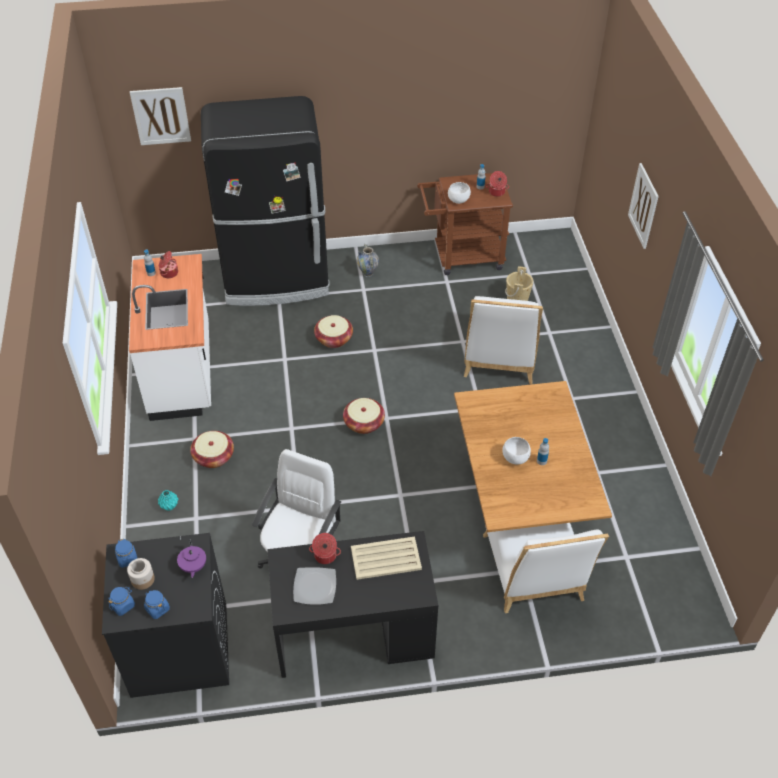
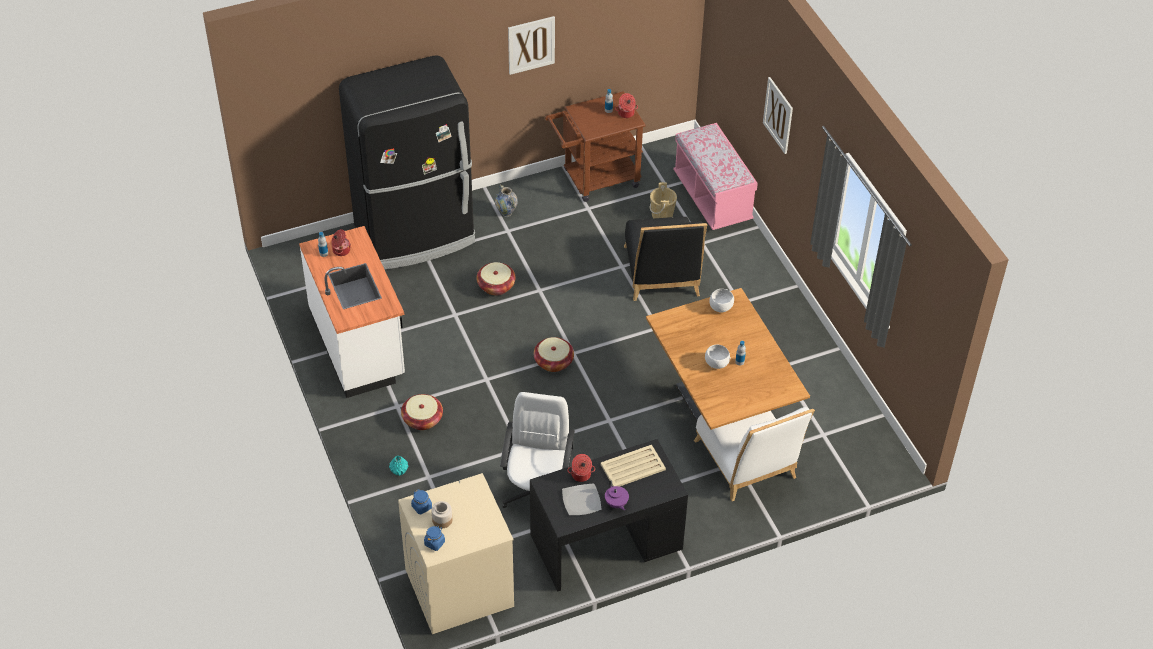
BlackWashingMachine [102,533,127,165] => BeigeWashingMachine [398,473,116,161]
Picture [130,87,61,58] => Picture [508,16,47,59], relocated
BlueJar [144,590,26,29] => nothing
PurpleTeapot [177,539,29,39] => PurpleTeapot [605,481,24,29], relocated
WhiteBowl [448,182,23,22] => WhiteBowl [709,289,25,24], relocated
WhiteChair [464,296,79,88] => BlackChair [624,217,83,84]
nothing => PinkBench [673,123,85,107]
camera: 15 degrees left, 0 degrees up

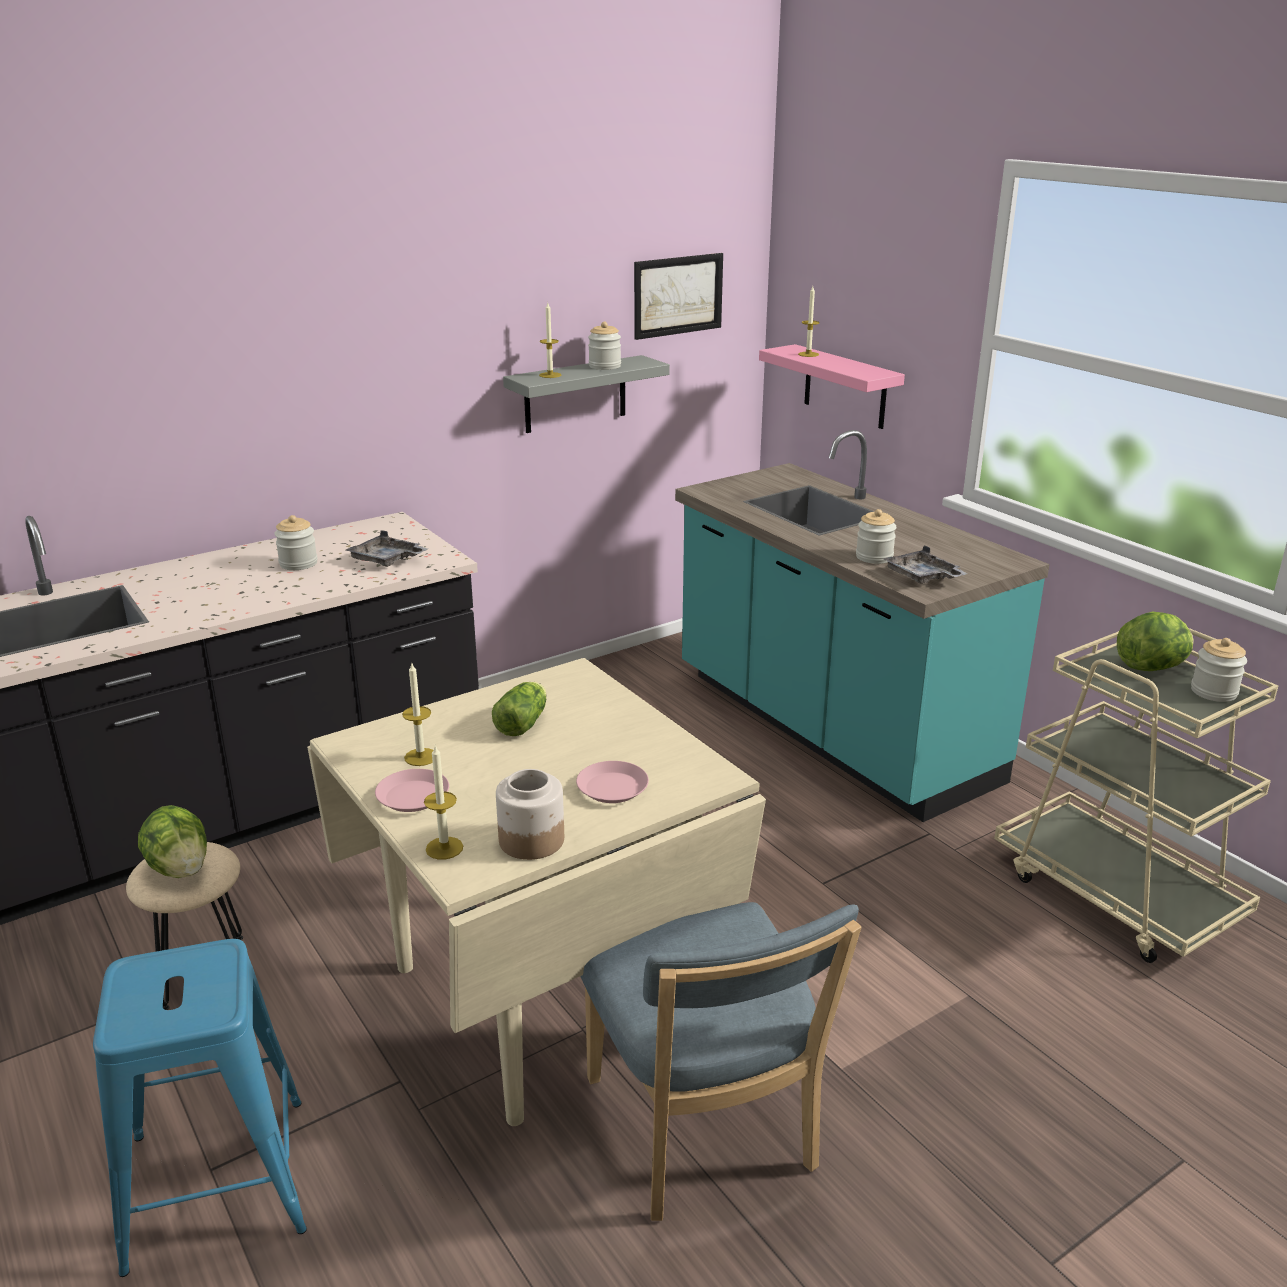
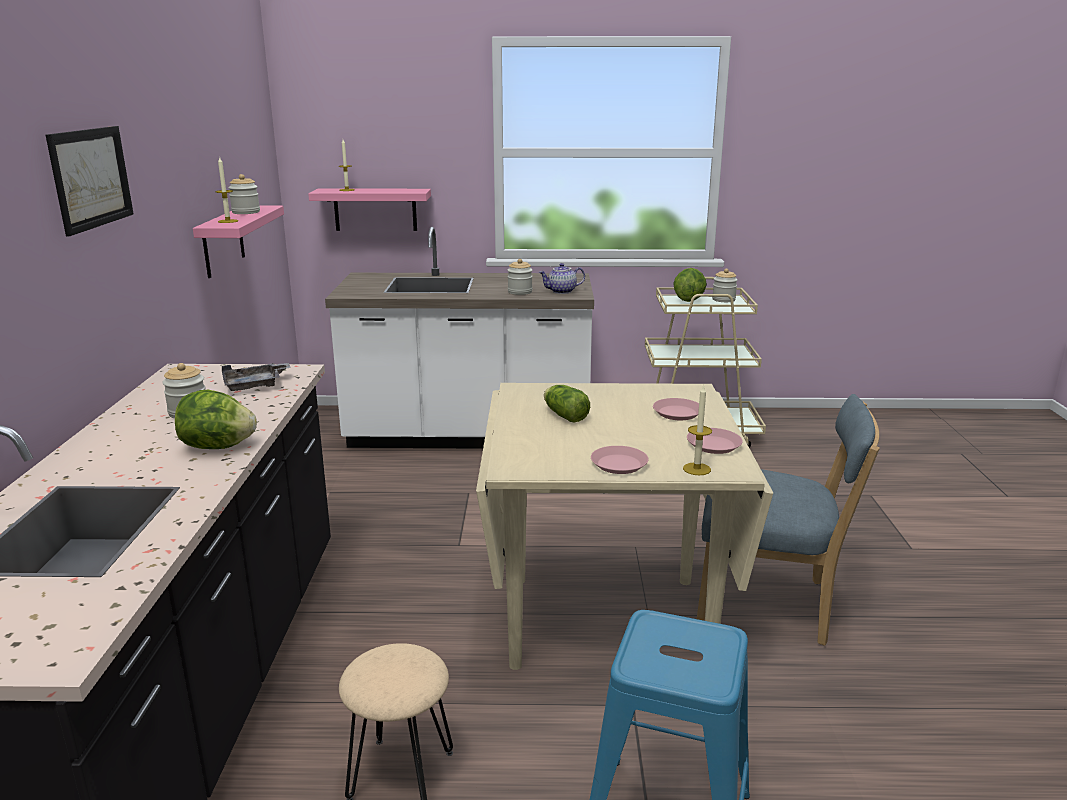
Lettuce [138,805,69,73] => Lettuce [175,390,82,59], relocated
Candle [402,663,32,103] => nothing
Jar [496,769,68,91] => PinkPlate [687,428,56,26]
GreyShelf [503,355,167,78] => PinkShelf [193,206,91,72]
Picture [634,253,89,87] => Picture [46,126,87,110], relocated
TurquoiseCounter [675,430,375,392] => WhiteCounter [325,227,269,222]
GreyTray [883,545,85,39] => Teapot [539,263,46,31]
camera: 55 degrees left, 5 degrees down

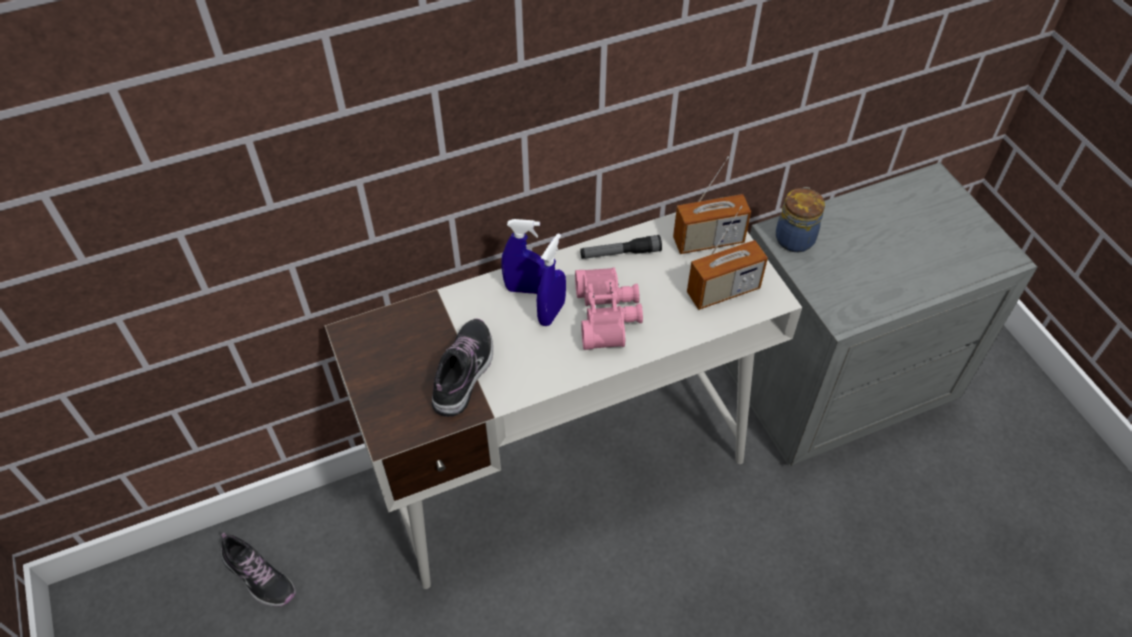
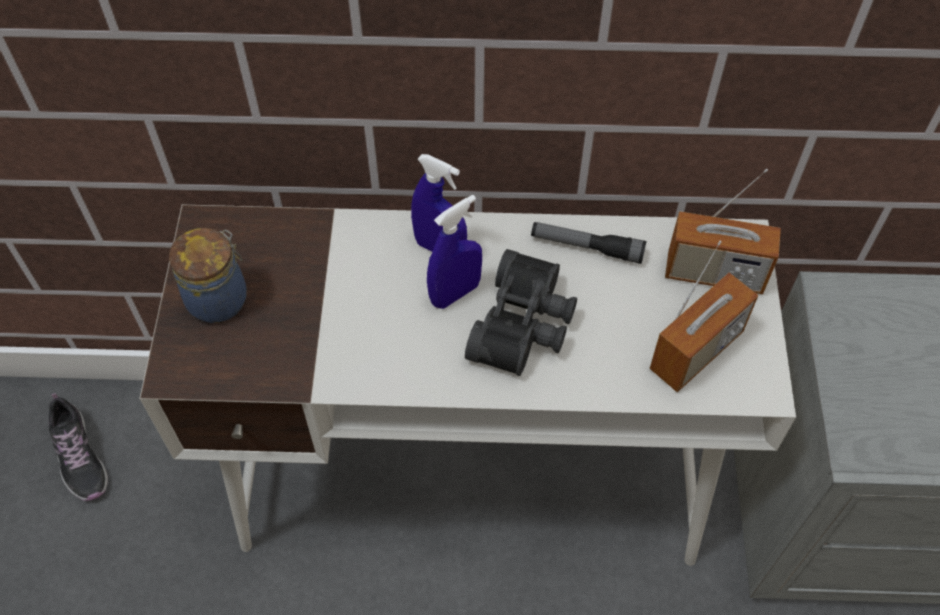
Shoe [432,319,61,98] => nothing
PinkBinoculars [575,267,68,83] => BlackBinoculars [465,249,112,127]
Radio [687,206,81,104] => Radio [650,241,108,151], 45 degrees counterclockwise
Jar [776,187,49,65] => Jar [169,228,78,95], relocated
camera: 25 degrees right, 5 degrees up

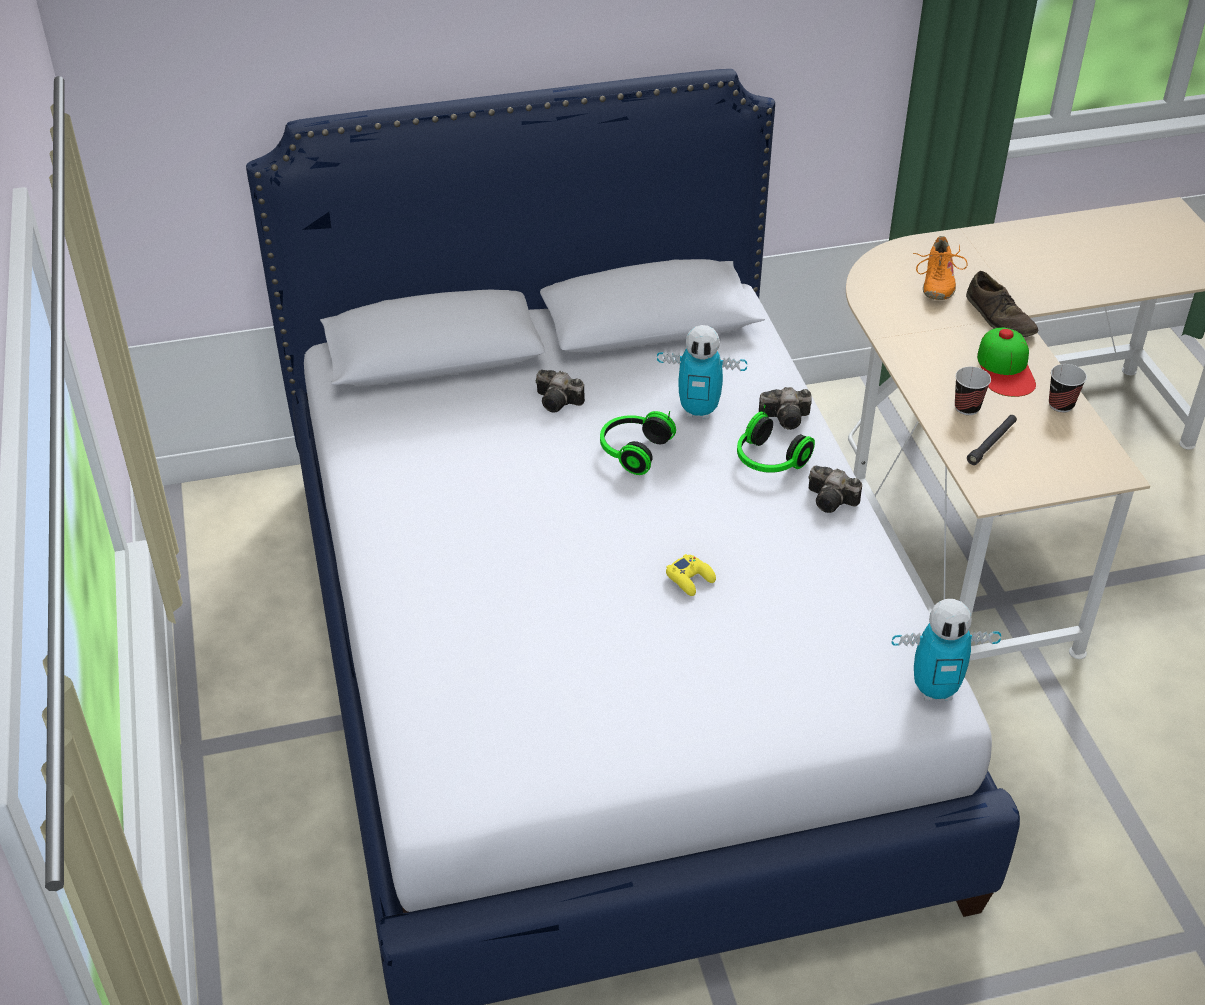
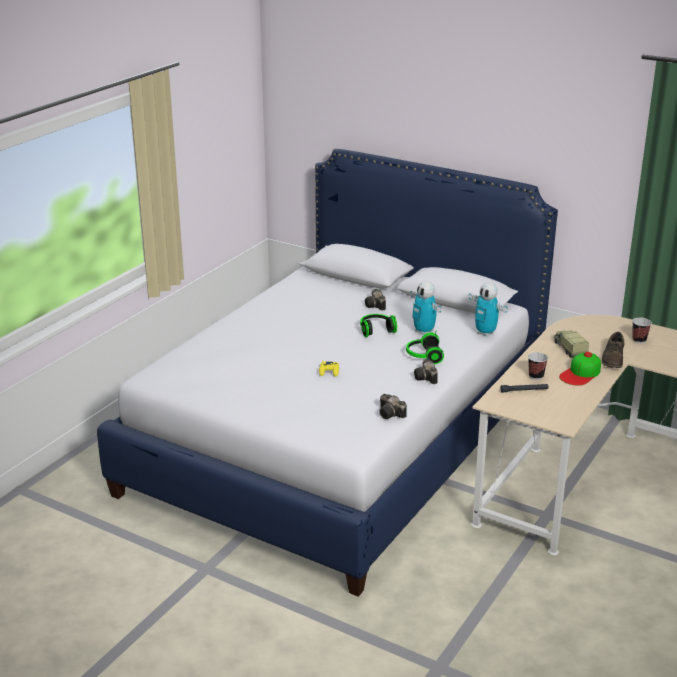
PhotoCamera [759,387,53,43] => PhotoCamera [380,394,27,25], relocated
ToyRobot [891,599,110,102] => ToyRobot [469,283,39,53], relocated
OrangeShoe [913,236,55,64] => nothing
Cup [1049,364,38,49] => Cup [632,317,20,26], relocated
nothing => ToyTruck [554,330,35,28]
camera: 45 degrees right, 15 degrees down

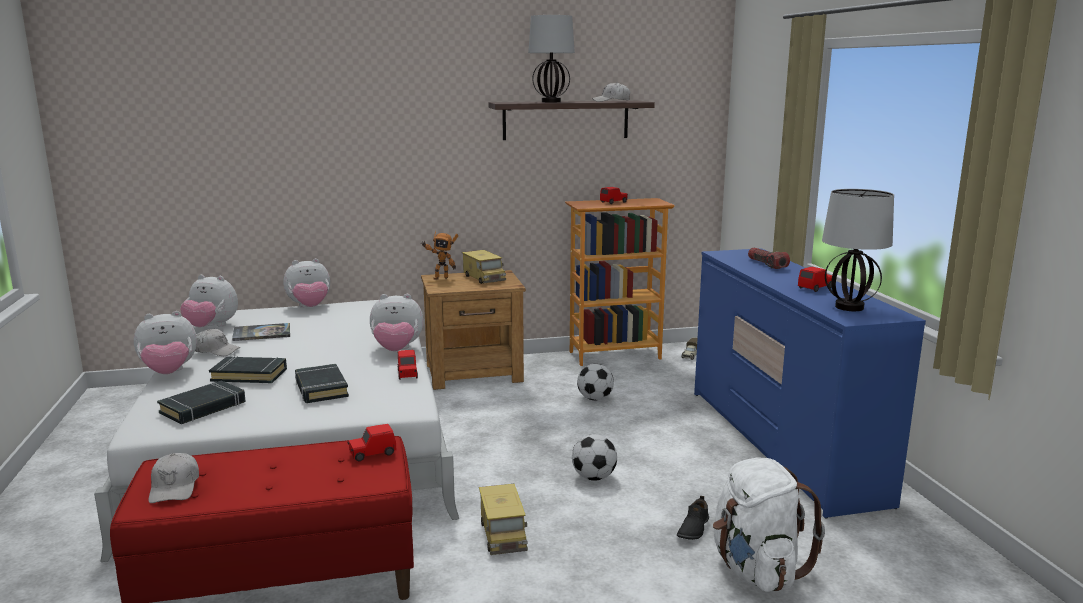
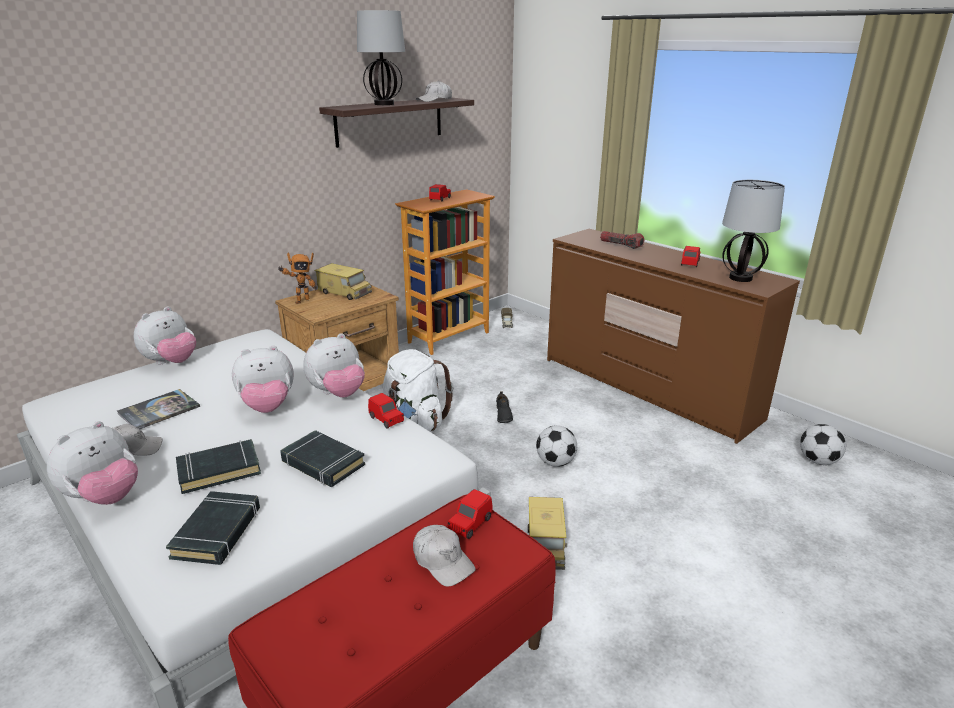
WhiteCap [148,453,51,50] => WhiteCap [413,525,62,62], relocated
PlushToy [180,275,58,52] => PlushToy [232,346,62,67], relocated
ToyTruck [479,484,49,71] => ToyTruck [528,497,39,73], 45 degrees clockwise
Football [577,364,37,37] => Football [800,424,46,41], relocated
BlackShoe [677,496,32,44] => BlackShoe [496,391,17,32], relocated
BlueDresser [694,248,232,271] => BrownDresser [547,229,253,215]
WhiteBackpack [713,458,112,134] => WhiteBackpack [383,349,70,82], relocated
camera: 30 degrees left, 10 degrees up

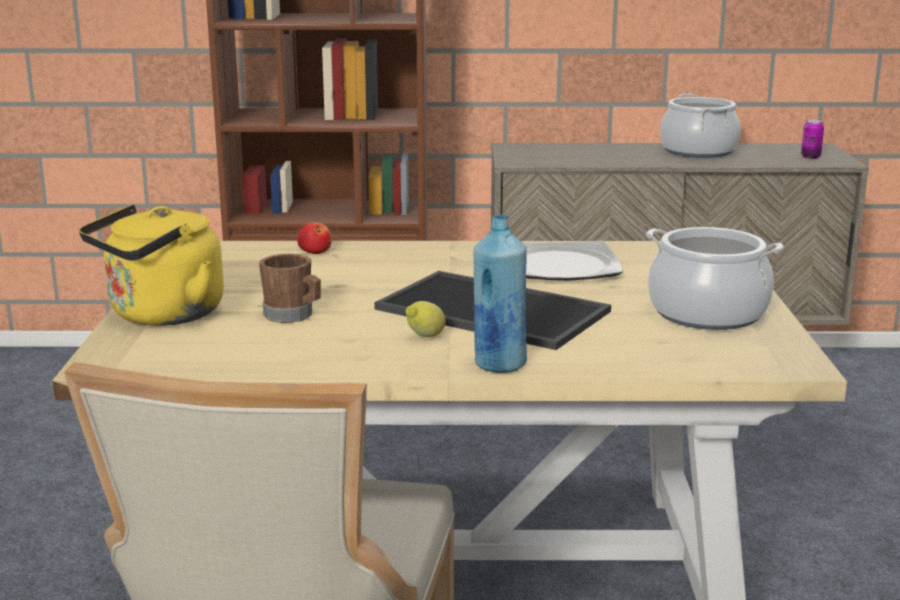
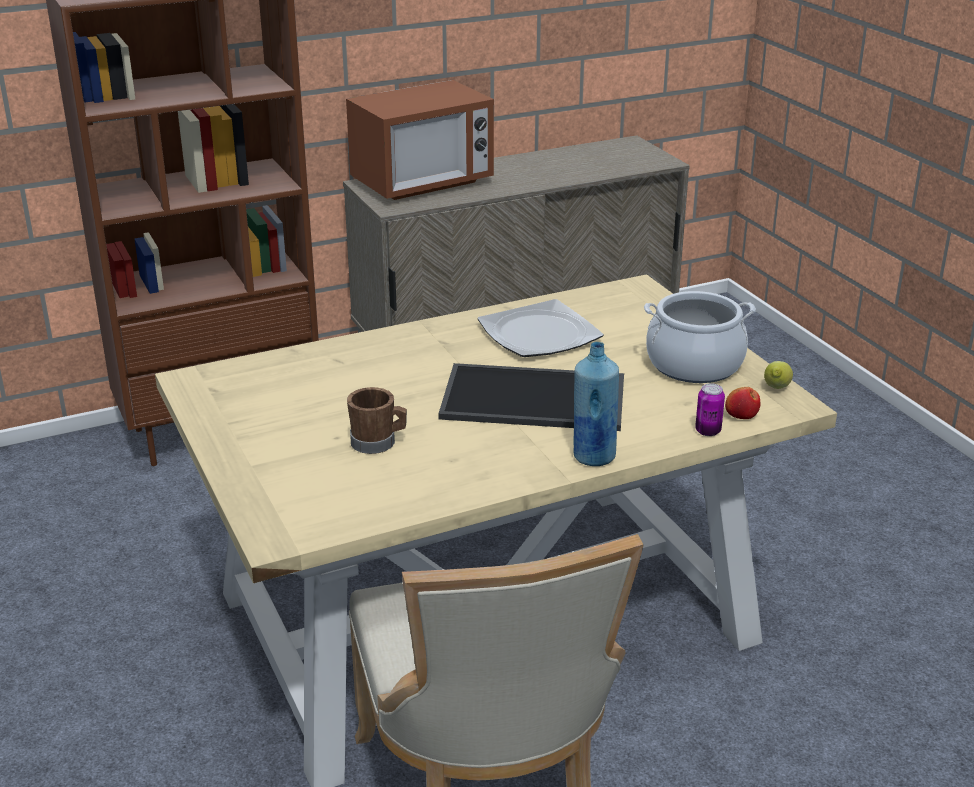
YellowKettle [79,204,145,122] => nothing
Apple [297,222,35,32] => Apple [725,387,35,32], relocated
Lemon [406,301,39,36] => Lemon [764,361,29,28], relocated
CookingPot [660,94,81,64] => nothing
Can [801,120,23,39] => Can [695,383,30,53], relocated
nothing => Microwave [346,80,148,120]
camera: 25 degrees left, 10 degrees up

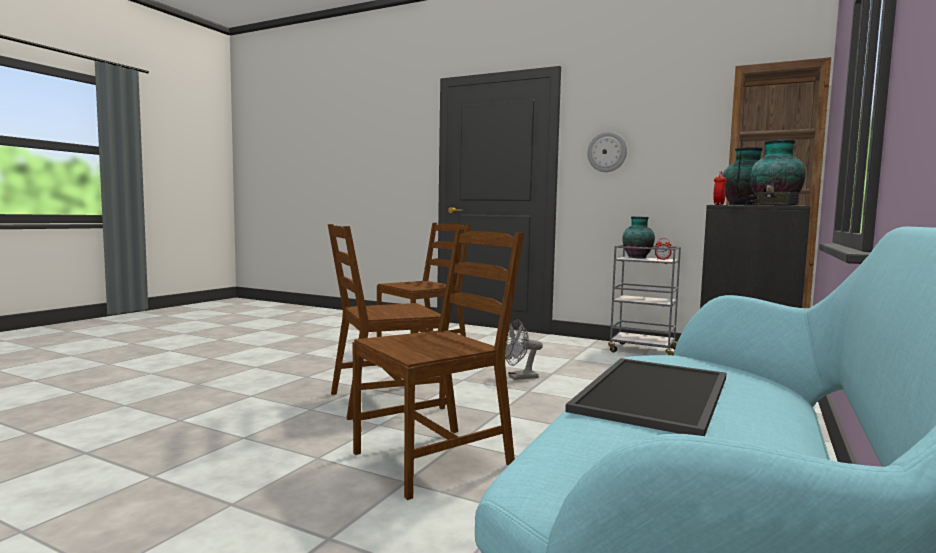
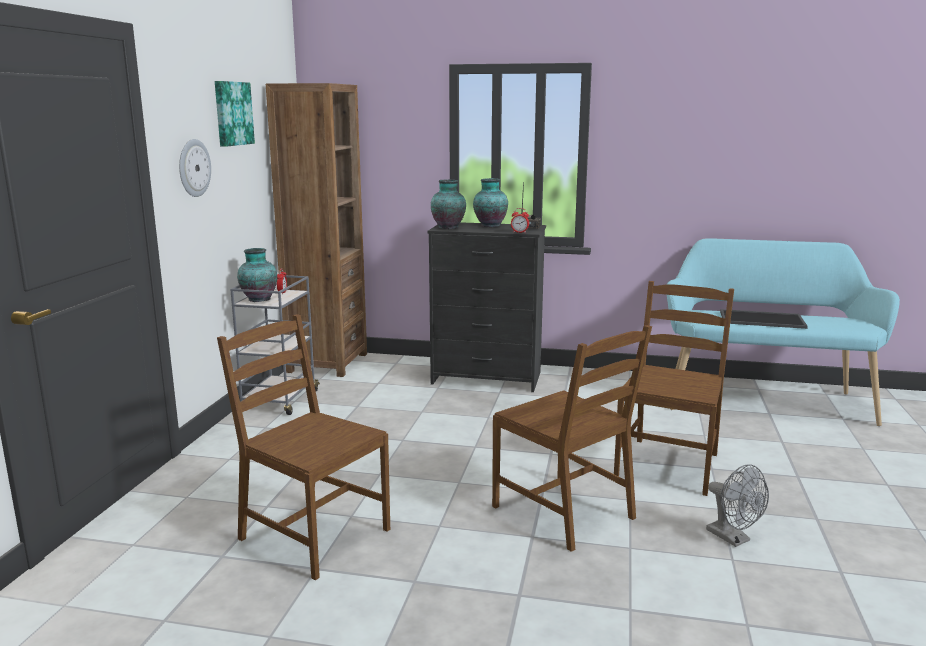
BrownChair [353,229,171,271] => BrownChair [614,281,120,215], 75 degrees clockwise
GreyFan [505,320,38,60] => GreyFan [706,464,63,83], relocated
nothing => Picture [215,81,40,66]
camera: 105 degrees left, 10 degrees up

